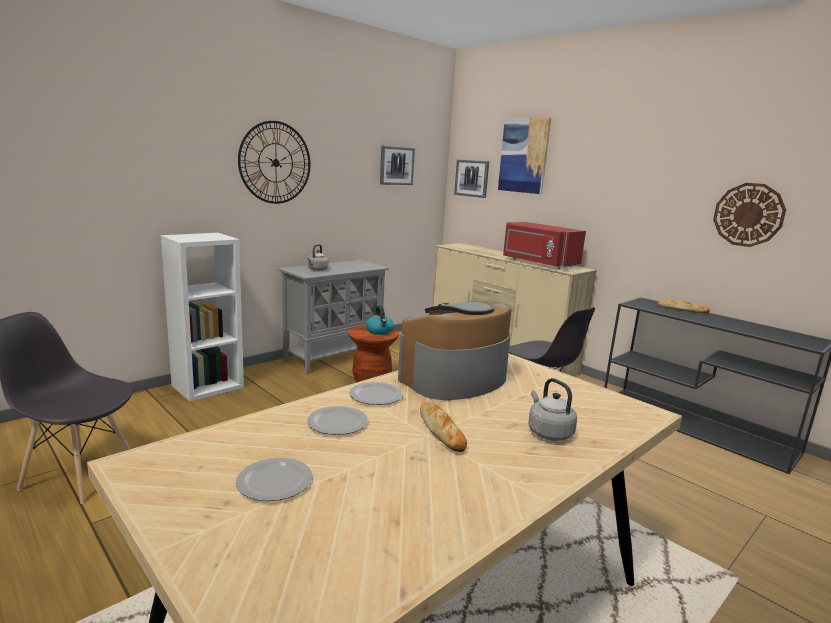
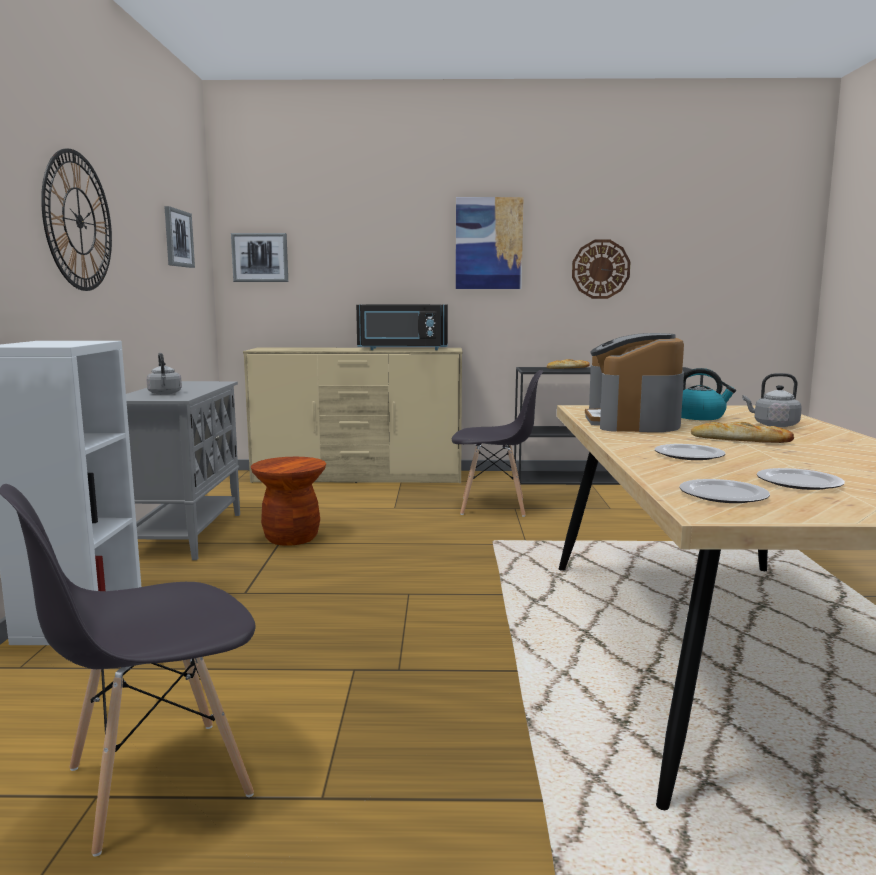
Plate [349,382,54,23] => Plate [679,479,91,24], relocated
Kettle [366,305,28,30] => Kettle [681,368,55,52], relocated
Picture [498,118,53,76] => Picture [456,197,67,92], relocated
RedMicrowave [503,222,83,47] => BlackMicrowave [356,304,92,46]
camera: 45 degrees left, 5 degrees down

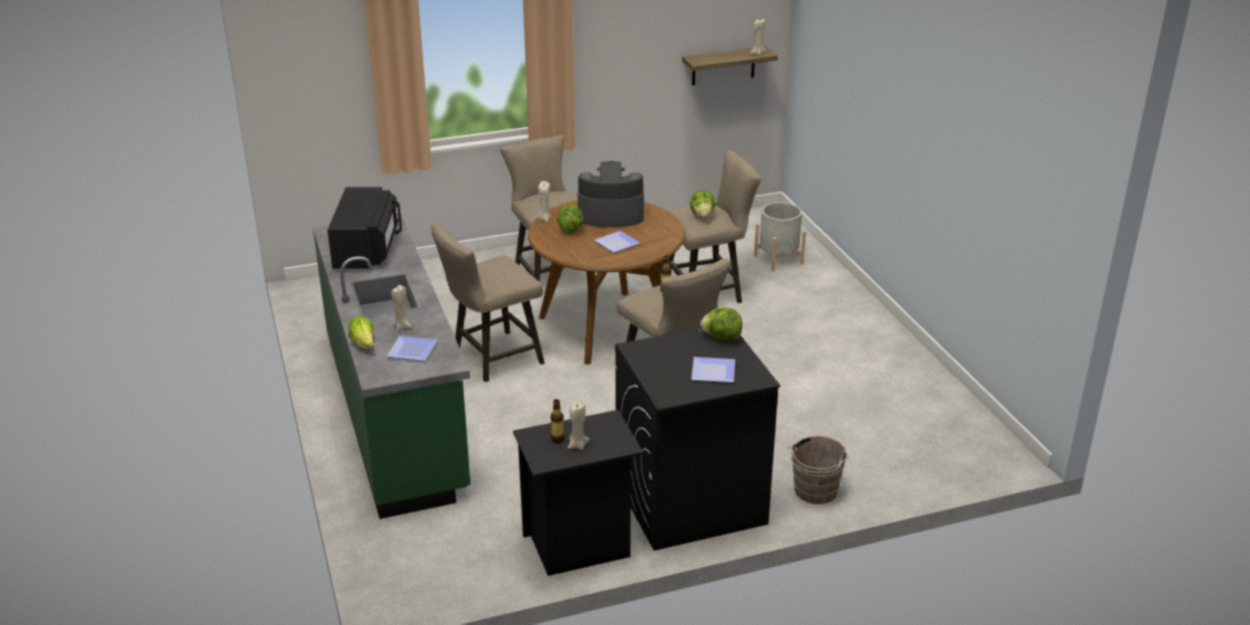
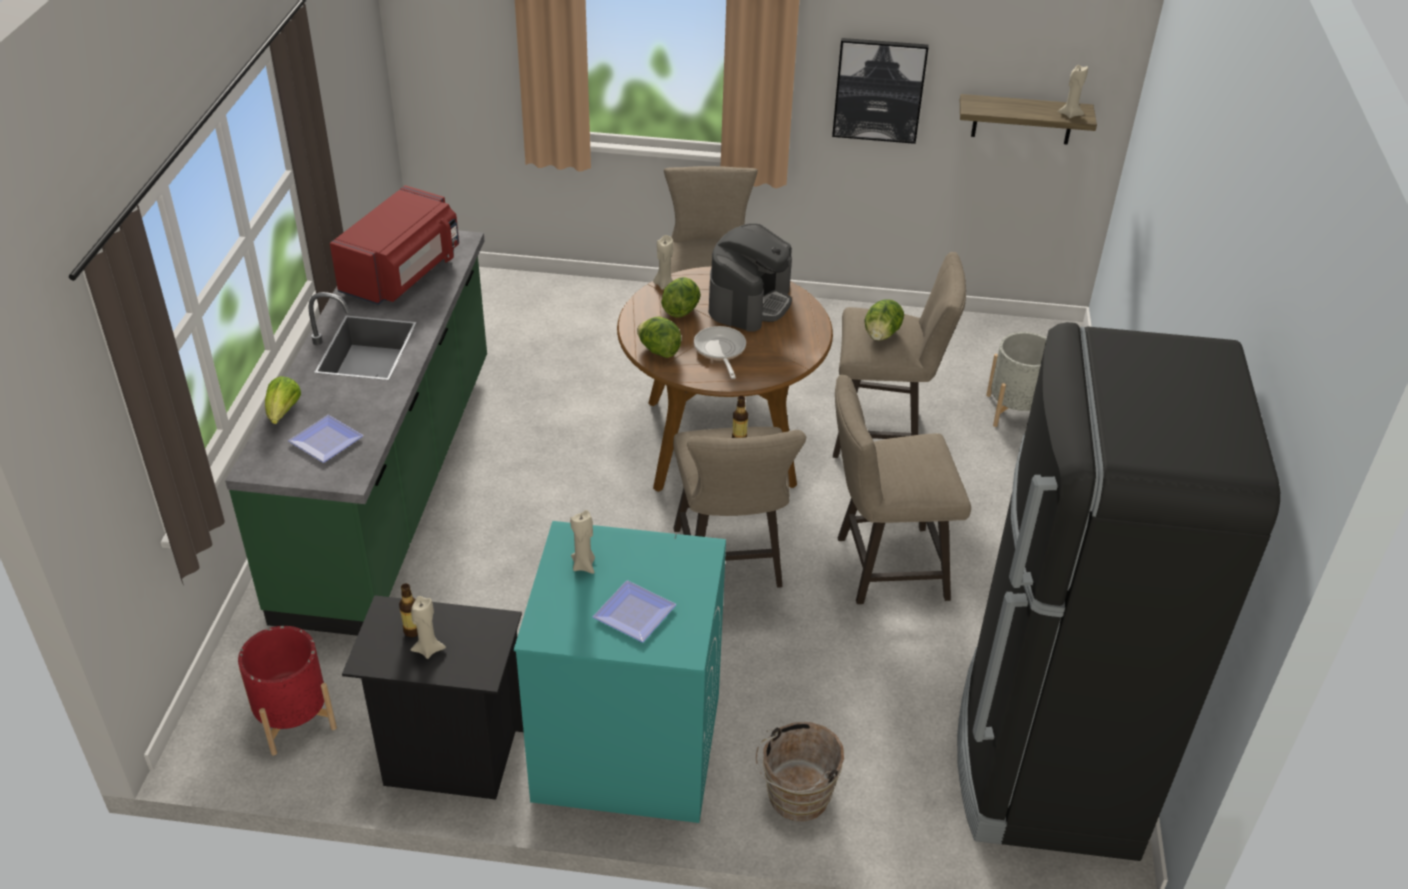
BlackMicrowave [327,187,75,82] => RedMicrowave [330,185,129,120]
BeigeCandle [391,285,21,46] => BeigeCandle [570,510,25,64], relocated
BeigeStool [430,222,115,160] => BeigeStool [835,375,136,229], relocated
CoffeeMachine [578,161,66,66] => CoffeeMachine [709,223,83,109], 90 degrees clockwise
Plate [594,231,46,22] => FryingPan [694,326,52,53]
BlackWashingMachine [615,329,165,222] => TurquoiseWashingMachine [514,521,212,302]
Lettuce [700,307,42,33] => Lettuce [637,317,44,41], relocated
nothing => RedPlanter [238,626,99,130]
nothing => Picture [832,38,97,106]
nothing => BlackFridge [957,322,323,539]
camera: 25 degrees right, 10 degrees up

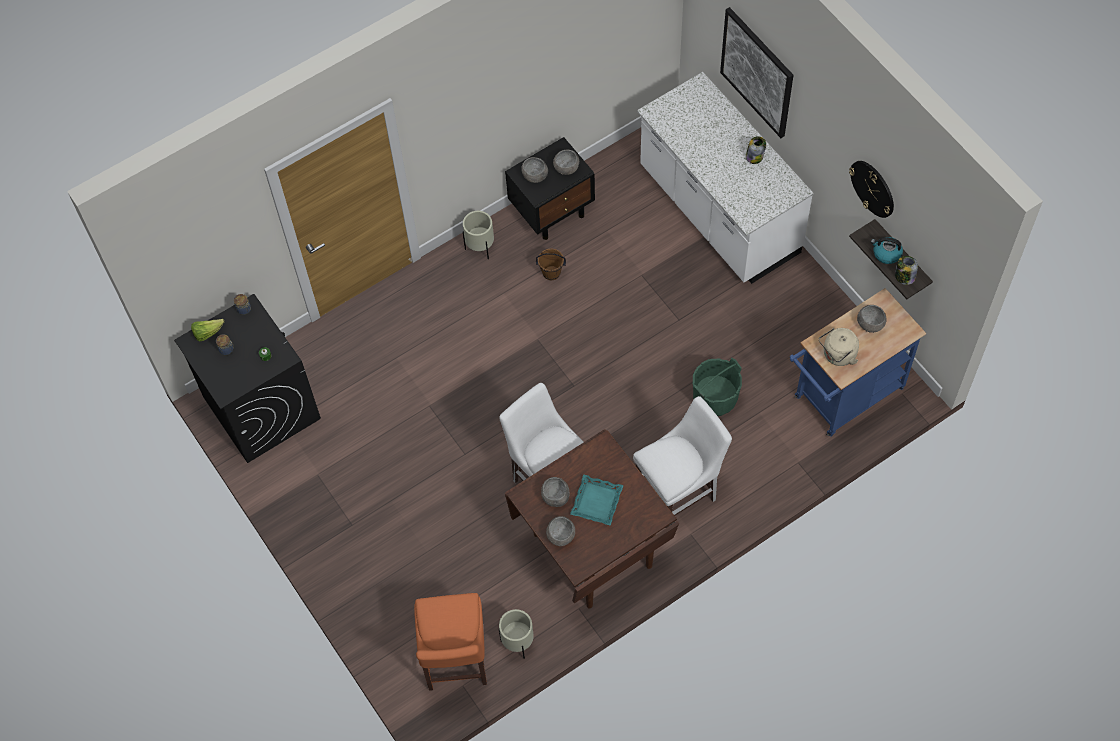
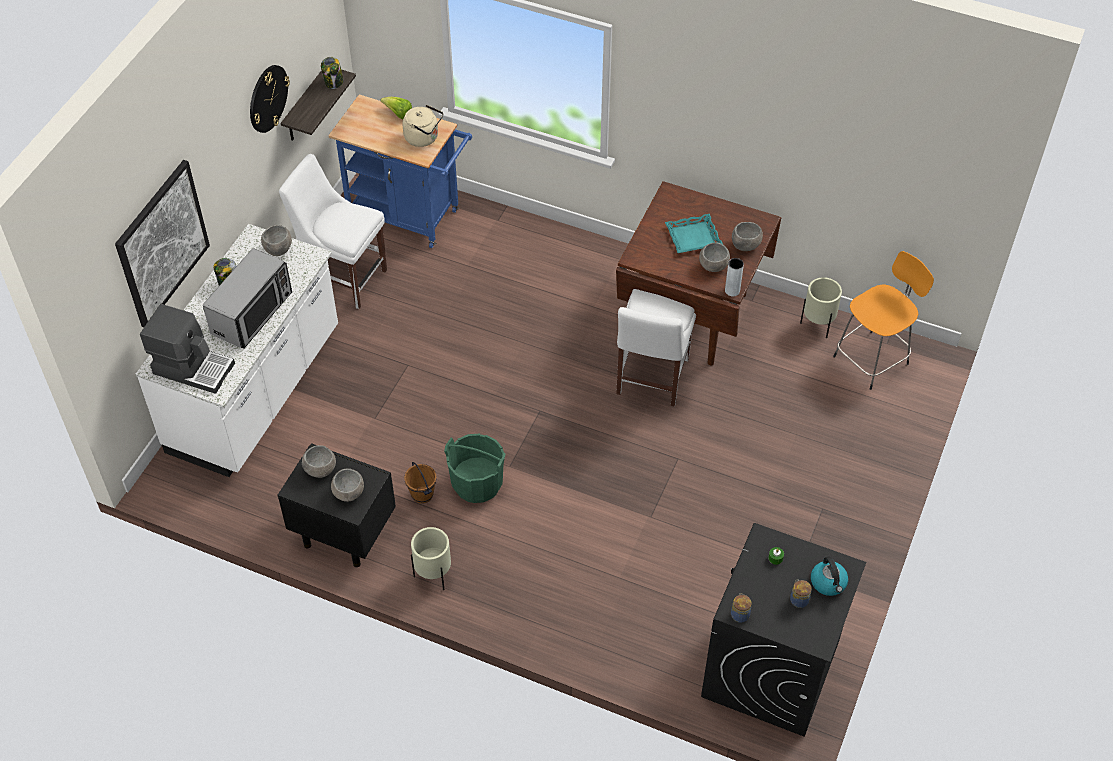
Lettuce [191,319,33,23] => Lettuce [380,97,32,22], relocated
OrangeChair [414,593,73,98] => OrangeStool [833,251,101,139]
WhiteChair [633,396,99,132] => WhiteChair [279,154,108,155], relocated
GreenBucket [693,358,49,58] => GreenBucket [444,433,62,70], relocated
GreyBowl [857,305,30,28] => GreyBowl [261,225,31,31], relocated
Kettle [871,237,32,27] => Kettle [811,556,37,40], relocated
nothing => CoffeeMachine [140,304,95,90]
nothing => Microwave [203,248,89,100]
nothing => GreyVase [725,258,19,38]
camera: 125 degrees left, 10 degrees down

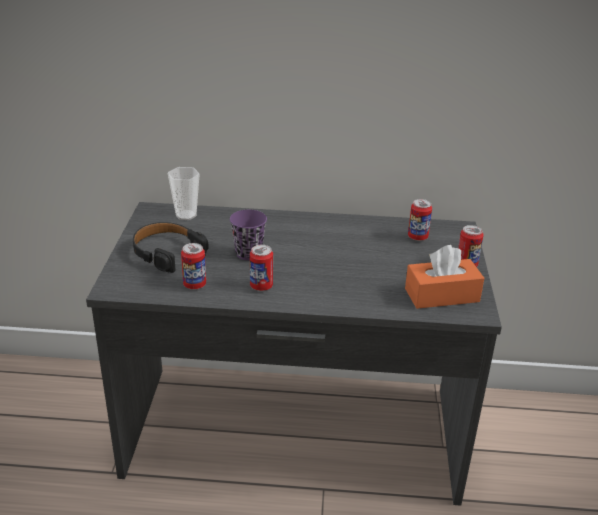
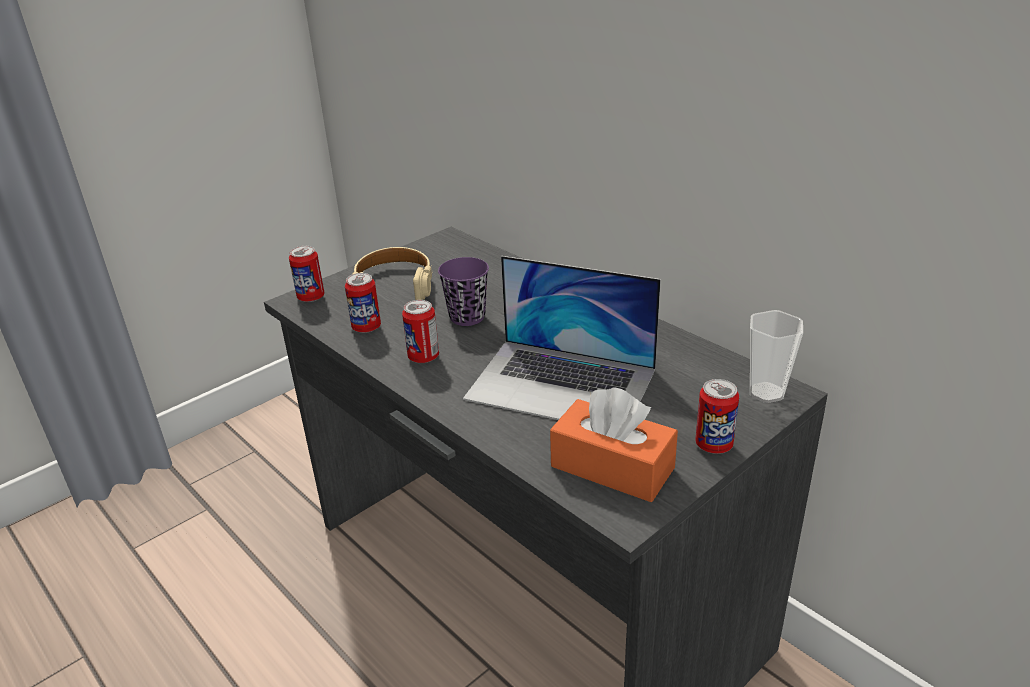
BlackHeadphones [133,222,76,51] => BeigeHeadphones [352,247,80,53]
Cup [168,167,32,53] => Cup [750,310,53,93], relocated
Can [408,199,24,42] => Can [289,246,36,56], relocated
nothing => Laptop [463,256,198,164]
camera: 45 degrees right, 0 degrees up

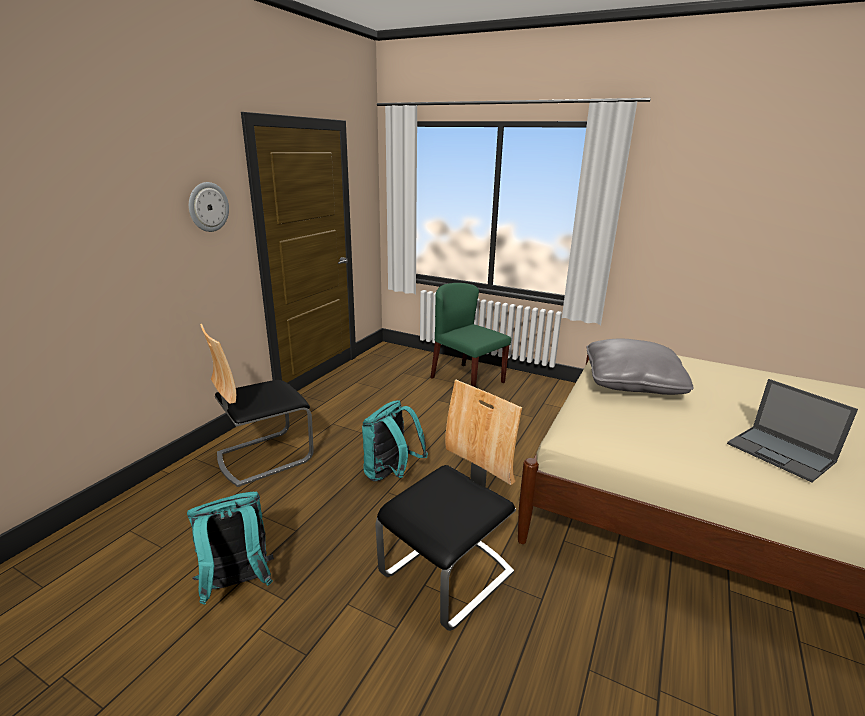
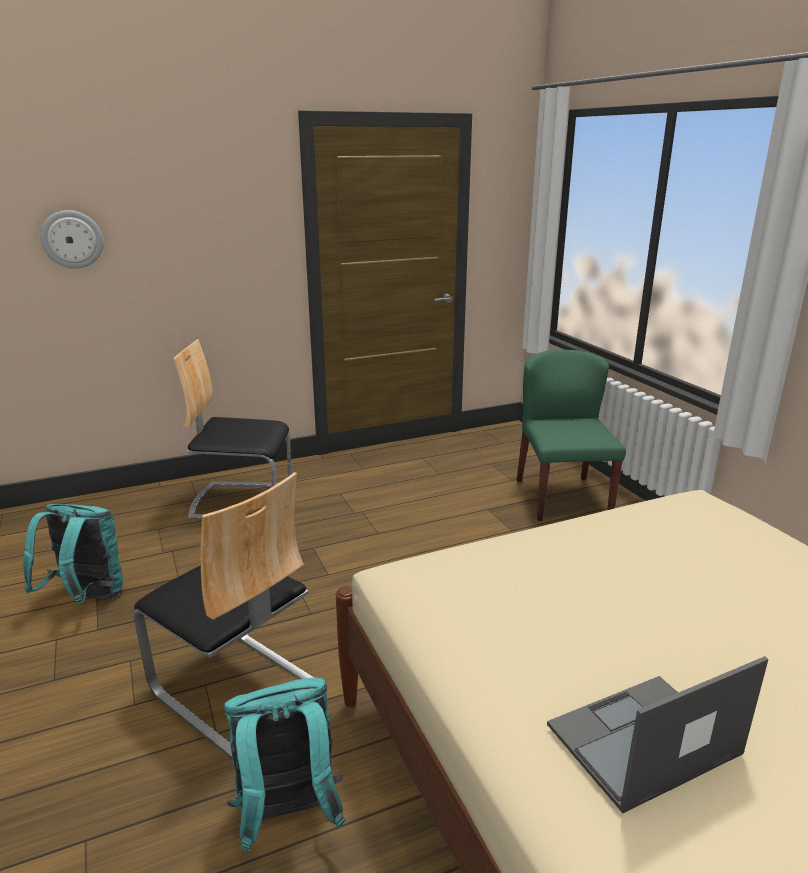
WallClock [189,182,40,50] => WallClock [40,210,63,59], relocated
TurquoiseBackpack [362,400,66,82] => TurquoiseBackpack [224,678,122,173], relocated
Chair [375,380,147,251] => Chair [134,472,180,287], 45 degrees clockwise
GreyPillow [587,339,107,56] => nothing
Laptop [727,379,131,103] => Laptop [547,656,221,157], 60 degrees clockwise
camera: 40 degrees right, 0 degrees up

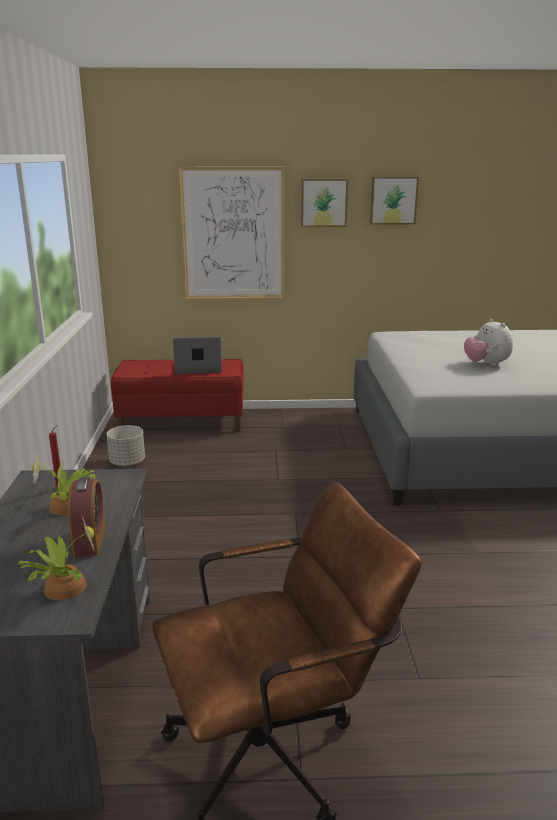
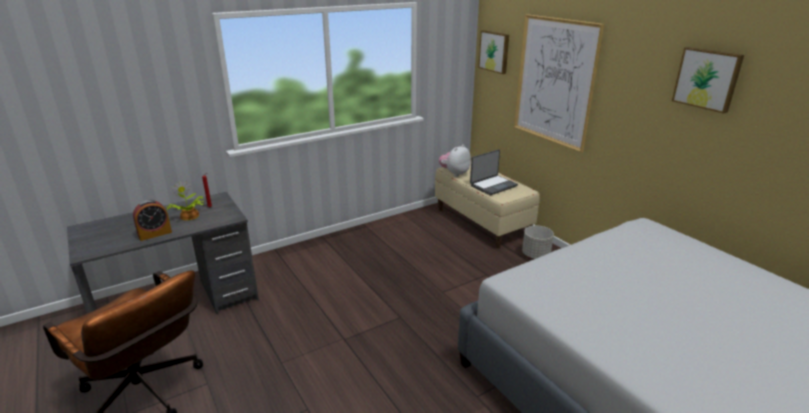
PottedPlant [17,514,78,86] => nothing
GreyPlanter [107,425,38,41] => GreyPlanter [522,225,32,34], relocated
RedBench [111,359,133,73] => BeigeBench [435,164,105,85]
Laptop [173,336,49,38] => Laptop [470,149,48,46], 90 degrees clockwise
Picture [301,179,47,48] => Picture [478,30,31,44], relocated
PlushToy [464,319,49,47] => PlushToy [439,144,32,33], relocated
camera: 60 degrees right, 5 degrees up

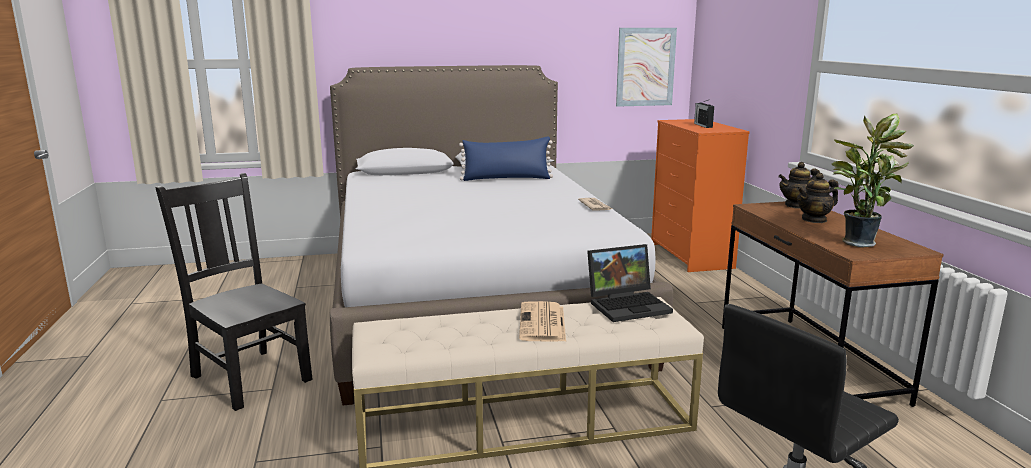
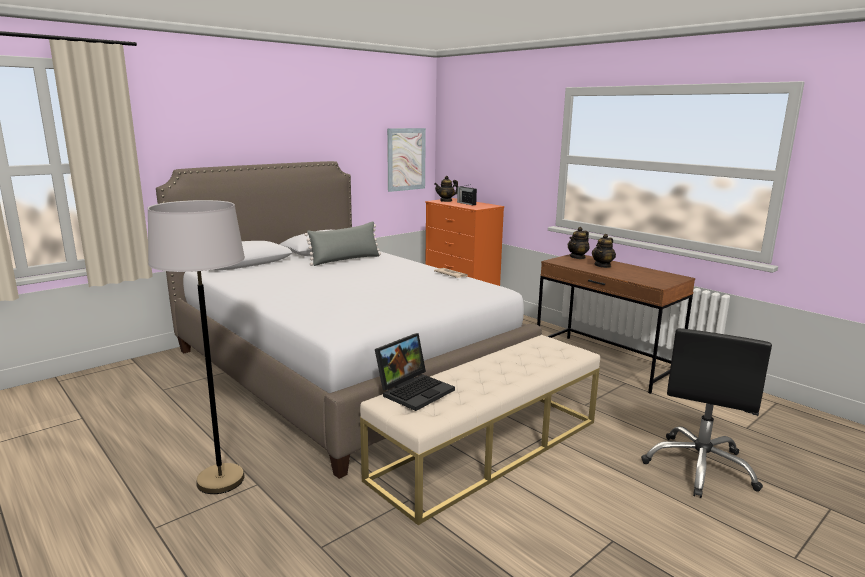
BlackChair [155,173,158,238] => GreyFloorLamp [148,200,97,294]
BluePillow [459,137,94,44] => GreyPillow [304,221,77,45]
Newspaper [519,301,47,41] => nothing
Laptop [587,244,86,78] => Laptop [375,333,80,78], relocated
PottedPlant [832,114,82,134] => nothing
nothing => Teapot [434,176,24,26]
camera: 30 degrees left, 0 degrees up

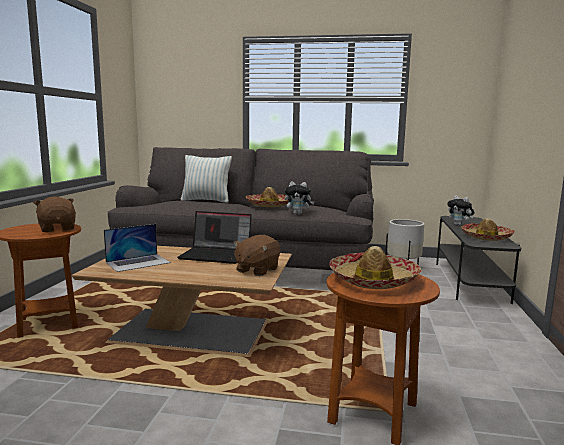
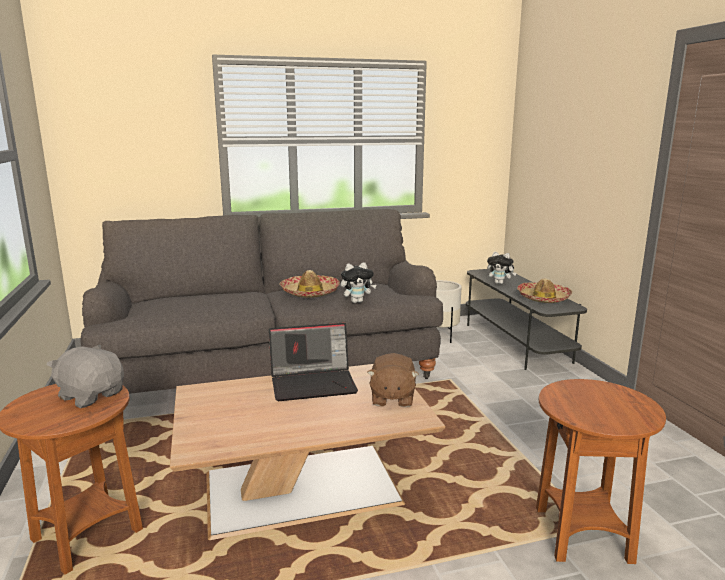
BrownPlushToy [33,196,43,36] => GreyPlushToy [46,344,78,64]
Laptop [104,224,67,48] => nothing
Pillow [181,155,51,48] => nothing
Hat [329,246,92,43] => nothing
camera: 25 degrees left, 5 degrees up

